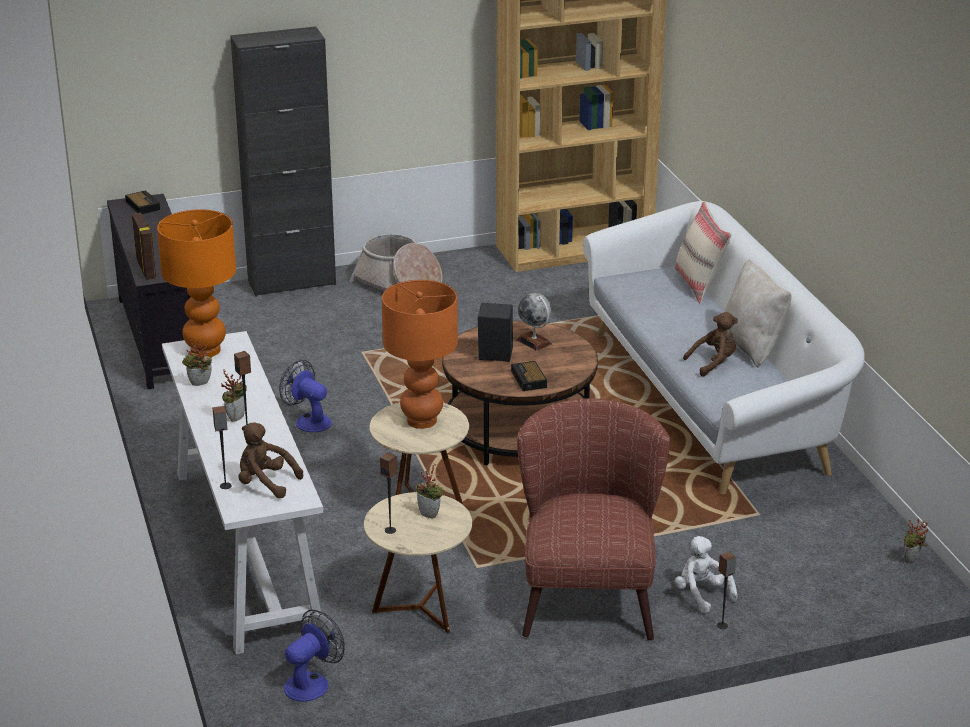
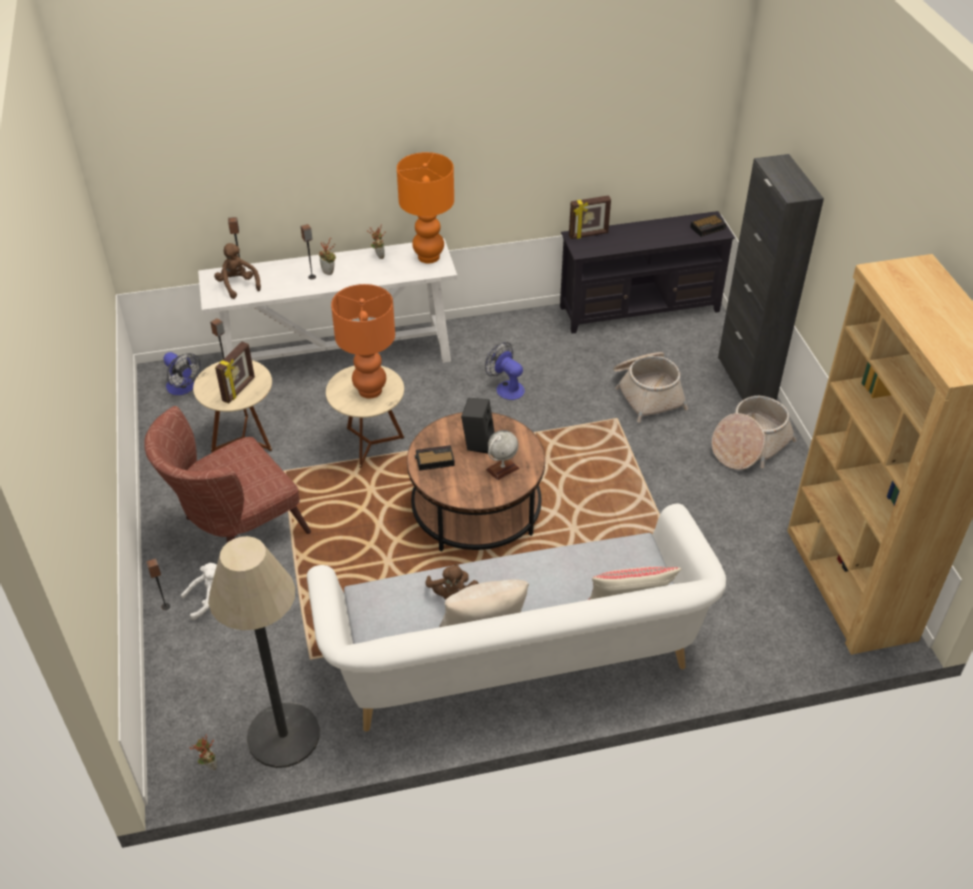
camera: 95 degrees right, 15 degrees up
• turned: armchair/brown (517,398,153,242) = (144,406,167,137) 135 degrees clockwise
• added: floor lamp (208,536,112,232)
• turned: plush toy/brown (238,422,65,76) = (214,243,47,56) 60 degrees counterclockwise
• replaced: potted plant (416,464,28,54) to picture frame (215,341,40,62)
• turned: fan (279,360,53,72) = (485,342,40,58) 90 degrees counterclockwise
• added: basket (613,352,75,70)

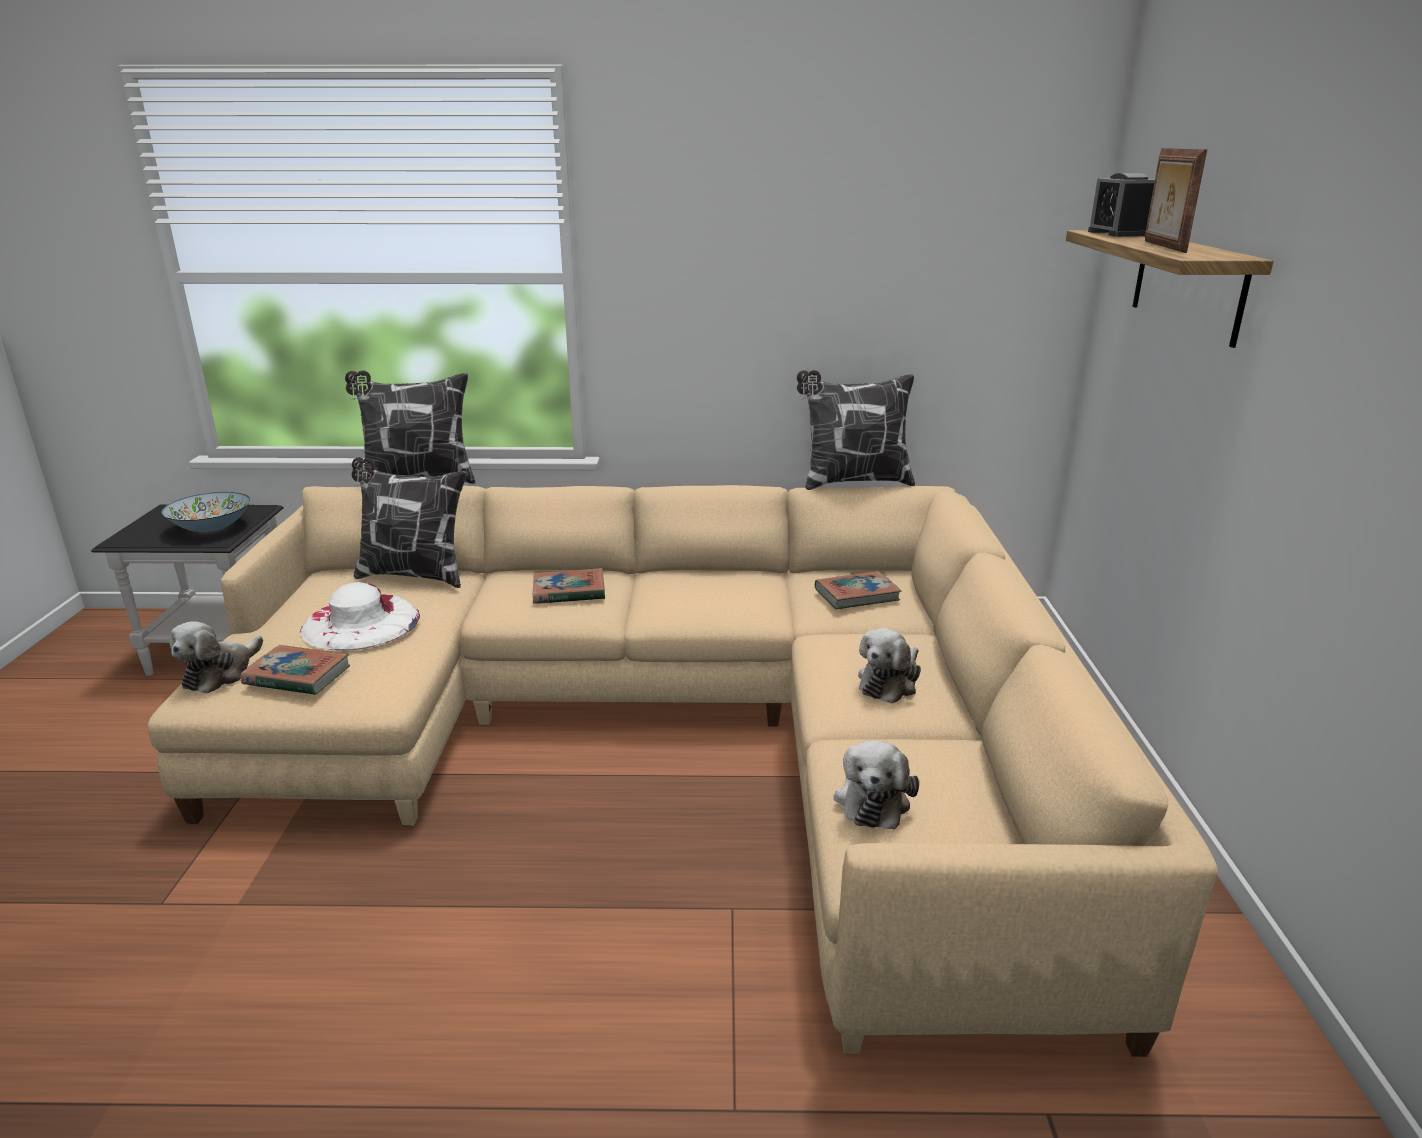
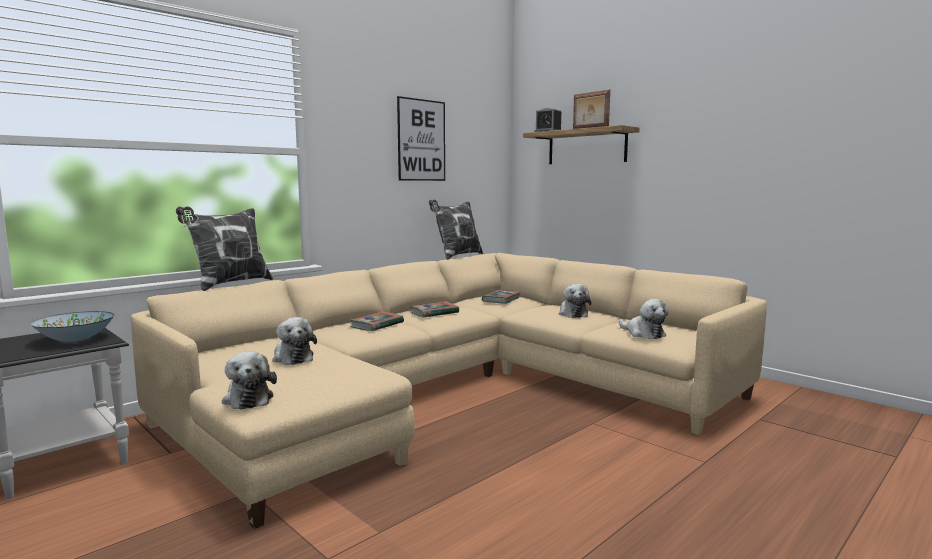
camera: 45 degrees left, 15 degrees down
• replaced: hat/white (300,582,120,68) to plush toy (272,317,45,48)
• added: picture (397,96,48,85)
• moved: book (241,645,109,50) to (411,301,48,16)
• removed: pillow (352,457,115,131)

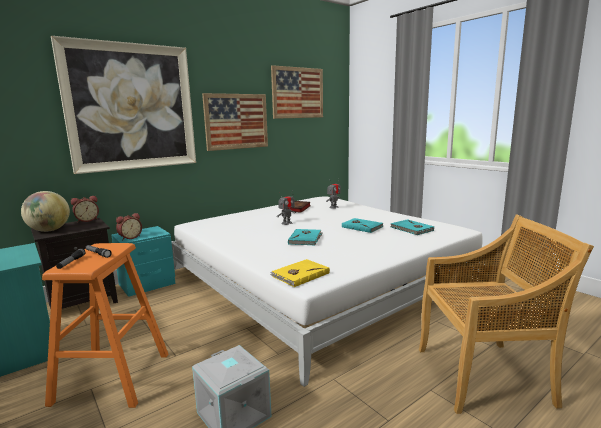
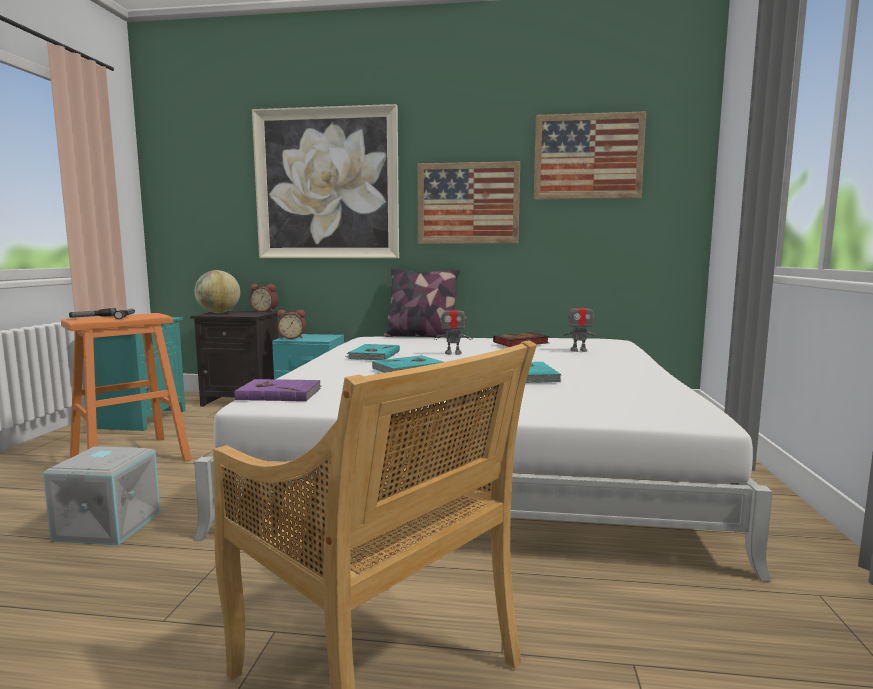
camera: 45 degrees right, 5 degrees down
• recoloured: book/yellow (270,259,60,28) to book/purple (234,379,87,22)
• moved: book/turquoise (391,219,43,16) to (345,344,55,16)
• added: pillow (384,268,76,70)

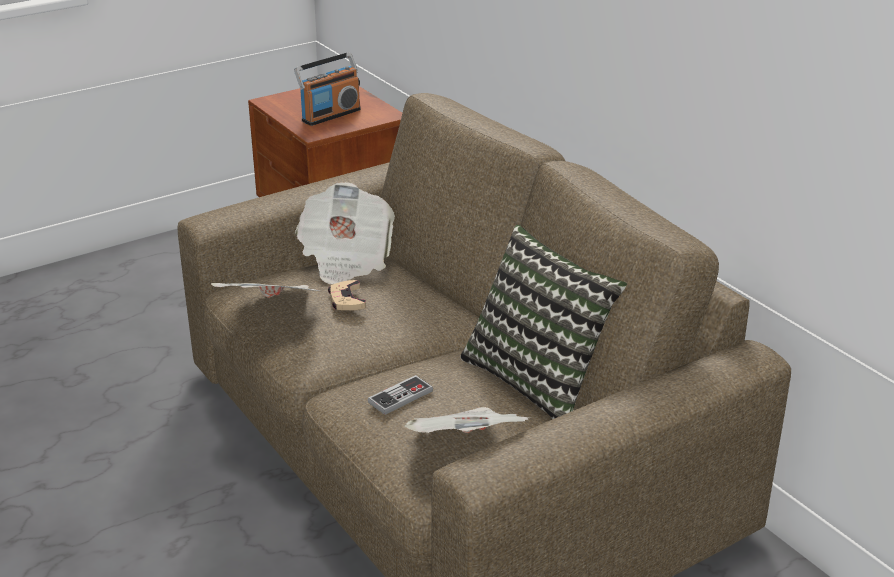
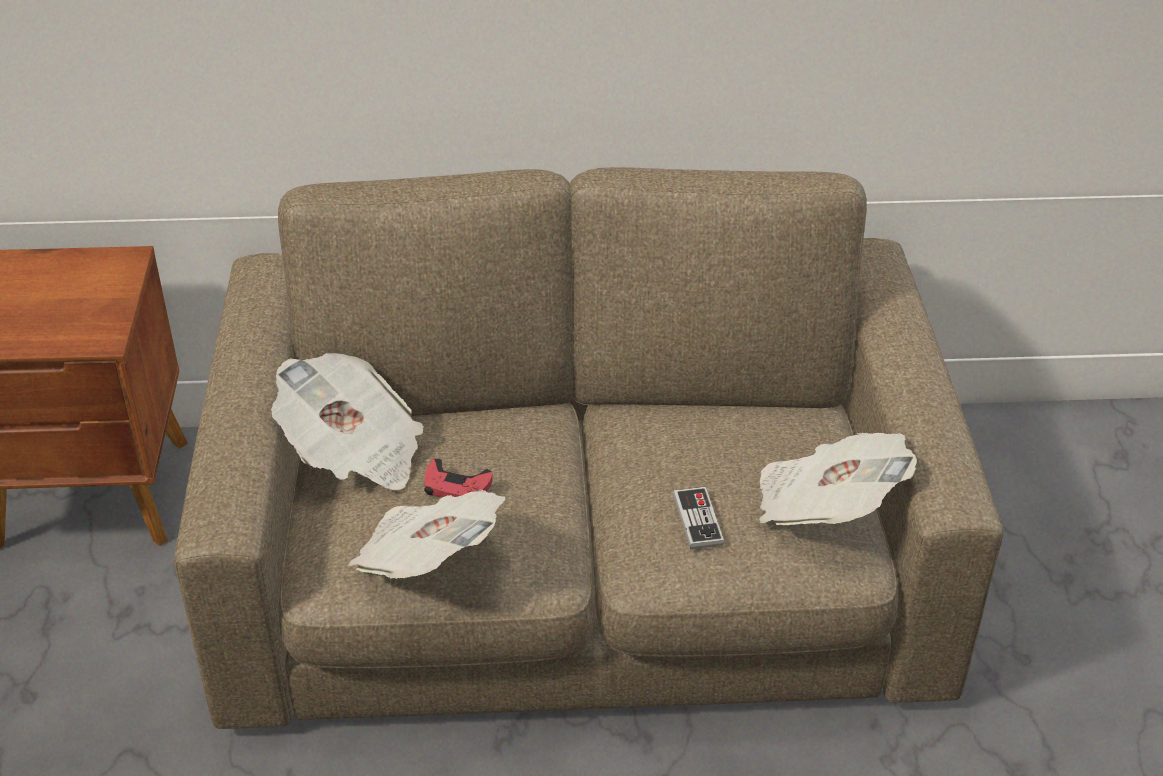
camera: 60 degrees left, 10 degrees up
• recoloured: game controller/beige (328,280,38,30) to game controller/red (424,458,68,39)
• removed: radio (294,52,67,74)
• removed: pillow (460,225,167,194)

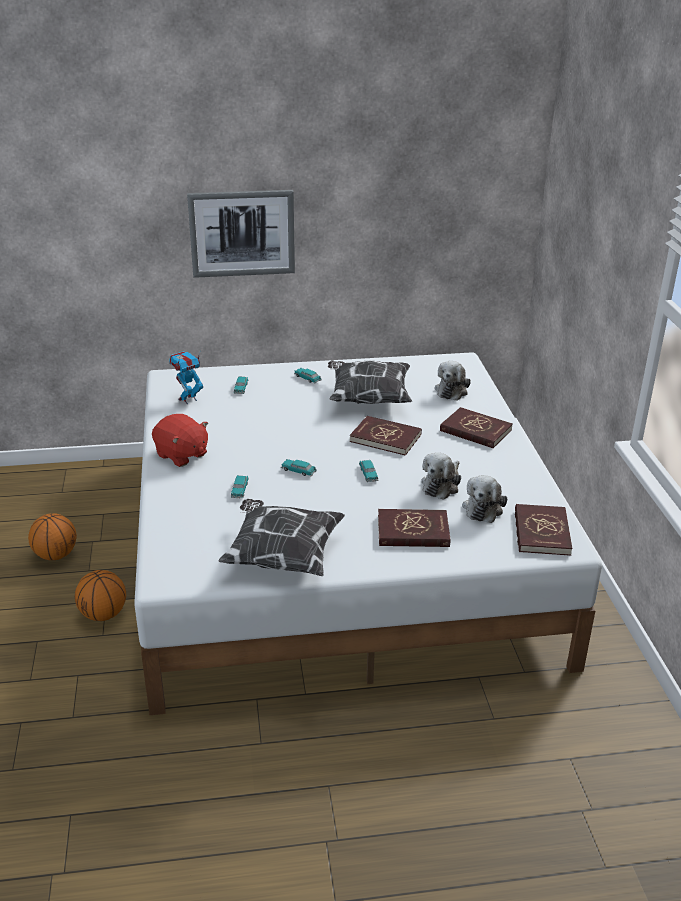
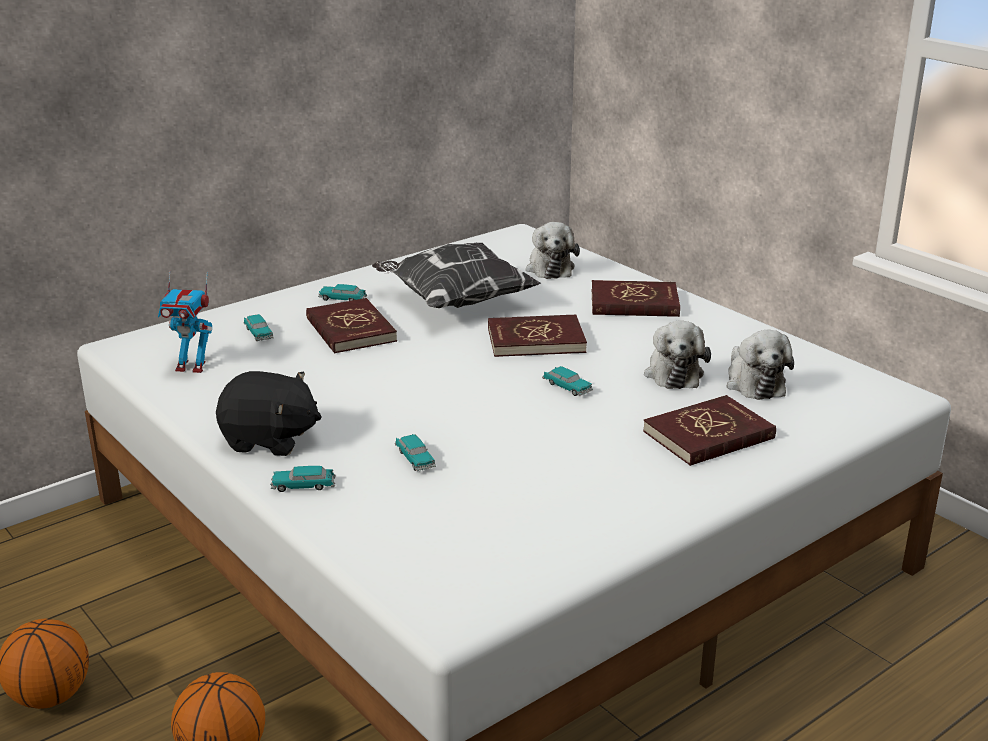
camera: 30 degrees left, 5 degrees down
• turned: toy robot (169,350,34,54) = (158,271,54,102) 105 degrees counterclockwise
• recoloured: plush toy/red (152,414,56,53) to plush toy/black (216,371,106,85)
• moved: toy car (281,459,36,17) to (270,466,66,26)
• moved: book/red (515,504,57,52) to (306,298,91,56)
• removed: picture (187,190,108,88)
• removed: pillow (218,499,127,77)

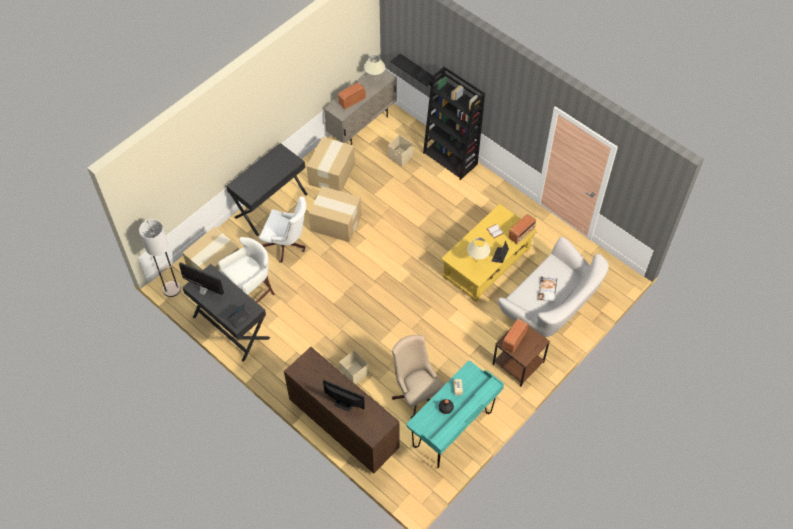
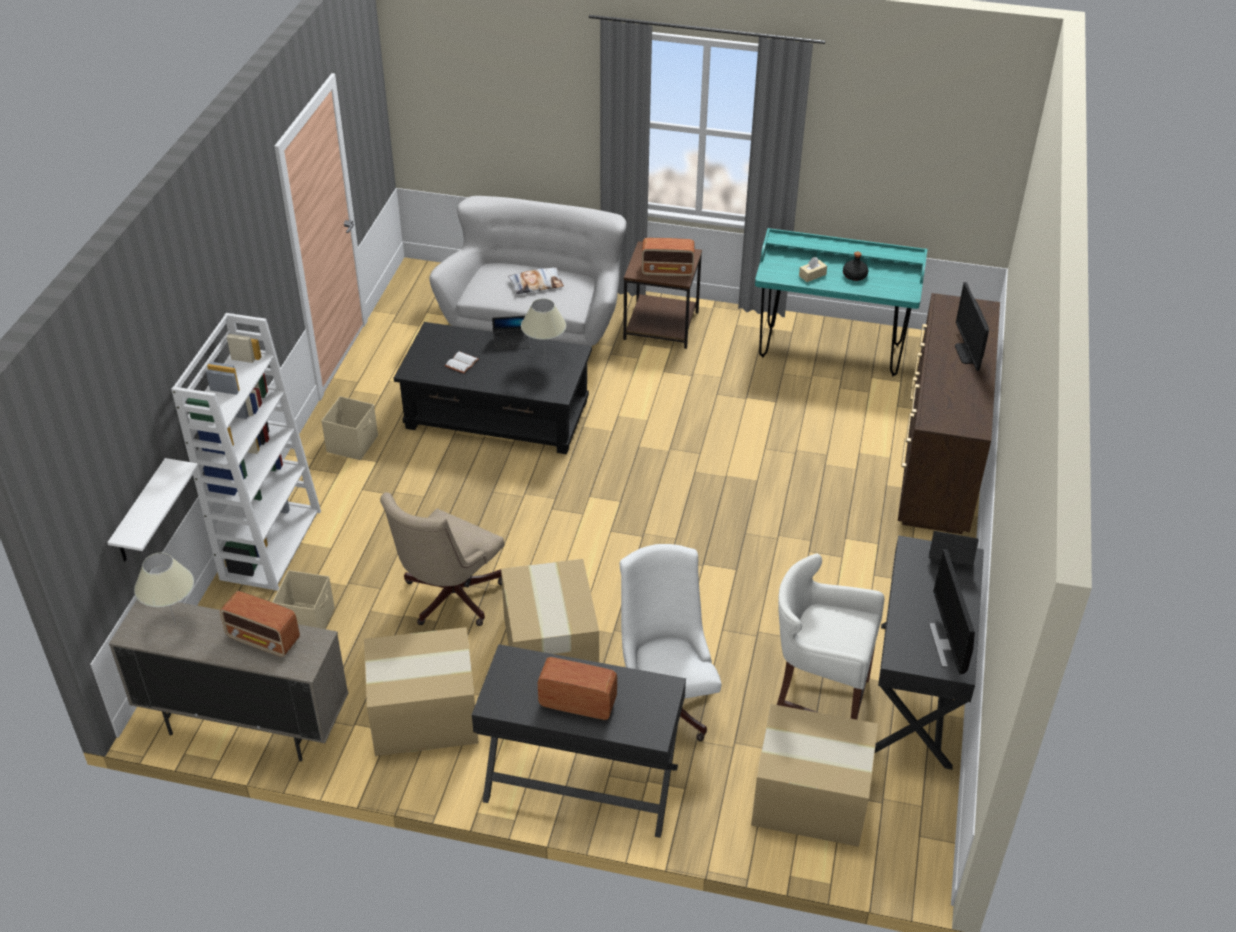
camera: 120 degrees left, 15 degrees down
• recoloured: shelf/black (391,54,45,32) to shelf/white (107,458,91,103)
• recoloured: bookcase/black (423,66,62,114) to bookcase/white (171,313,150,278)
• moved: storage box/beige (339,350,30,34) to (321,396,57,64)
• moved: office chair/beige (392,335,52,83) to (380,492,124,134)
• recoloured: coffee table/yellow (441,204,96,98) to coffee table/black (394,322,198,132)
• moved: radio (509,214,27,30) to (538,657,79,63)
• removed: floor lamp (139,219,42,78)

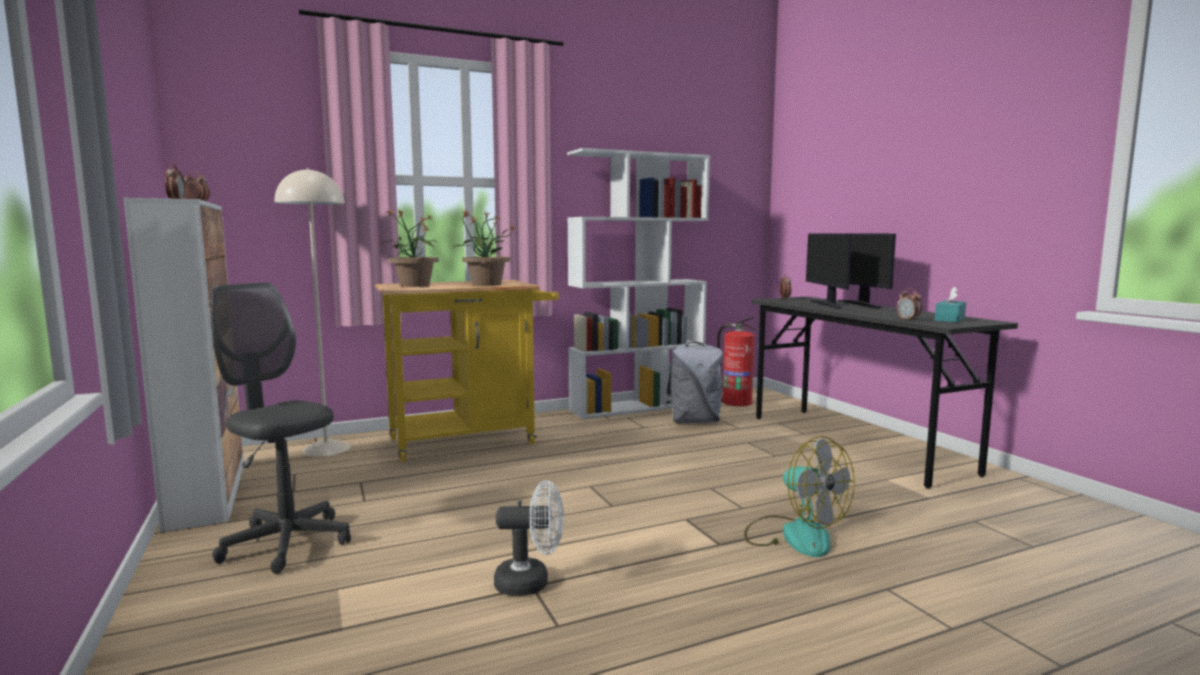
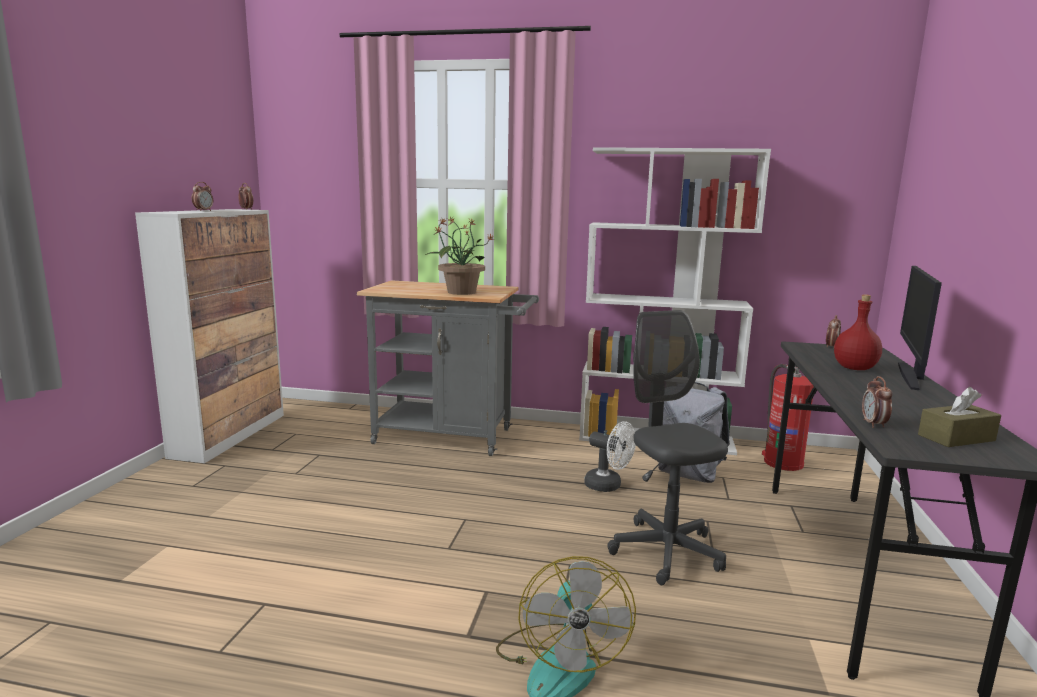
camera: 35 degrees right, 5 degrees up
• recoloured: cart/yellow (375,280,184,182) to cart/grey (357,280,182,176)
• moved: fan/white (494,480,70,116) to (584,421,52,71)
• moved: office chair/grey (211,282,140,292) to (607,310,121,275)
• replaced: monitor (806,234,46,75) to bottle/red (834,294,48,76)
• recoloured: tissue box/turquoise (935,286,31,37) to tissue box/brown (918,387,83,60)
• removed: floor lamp/beige (275,168,76,289)
• removed: potted plant (381,208,58,79)

